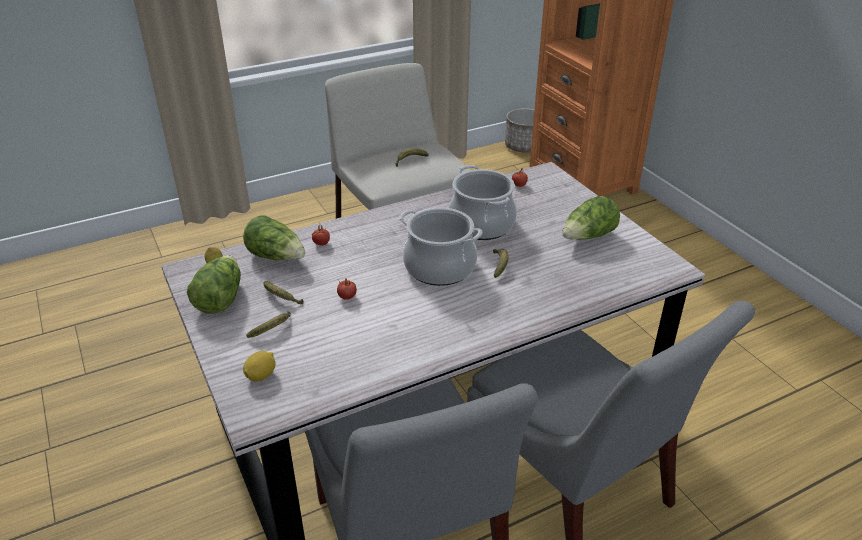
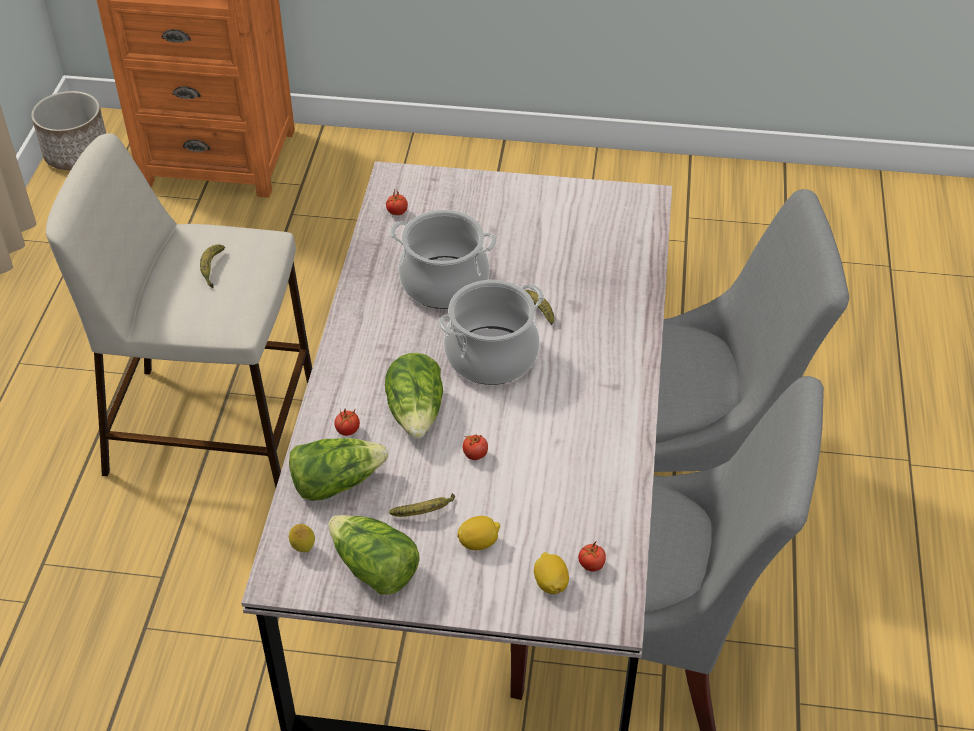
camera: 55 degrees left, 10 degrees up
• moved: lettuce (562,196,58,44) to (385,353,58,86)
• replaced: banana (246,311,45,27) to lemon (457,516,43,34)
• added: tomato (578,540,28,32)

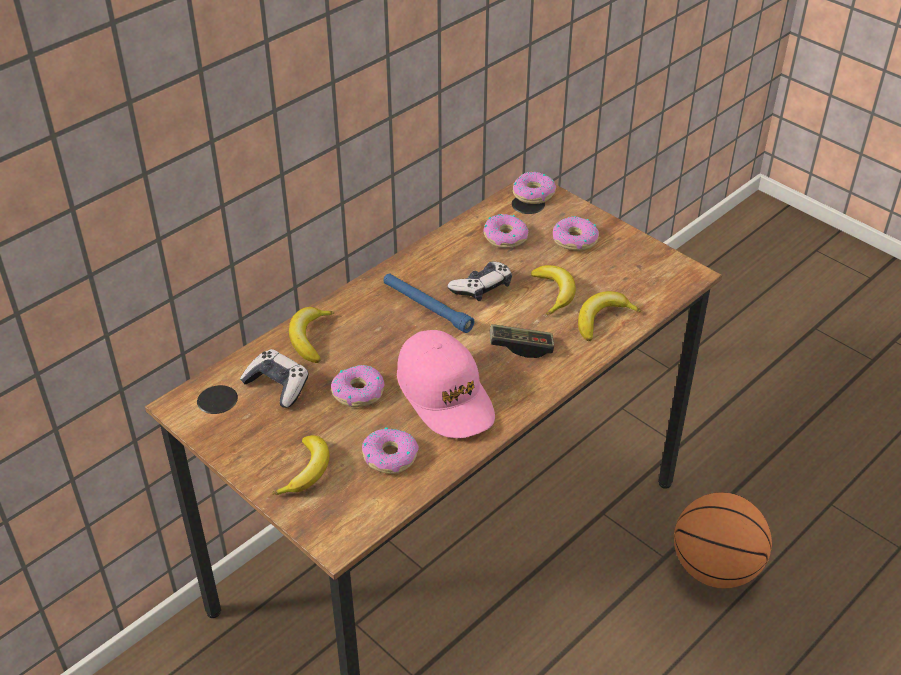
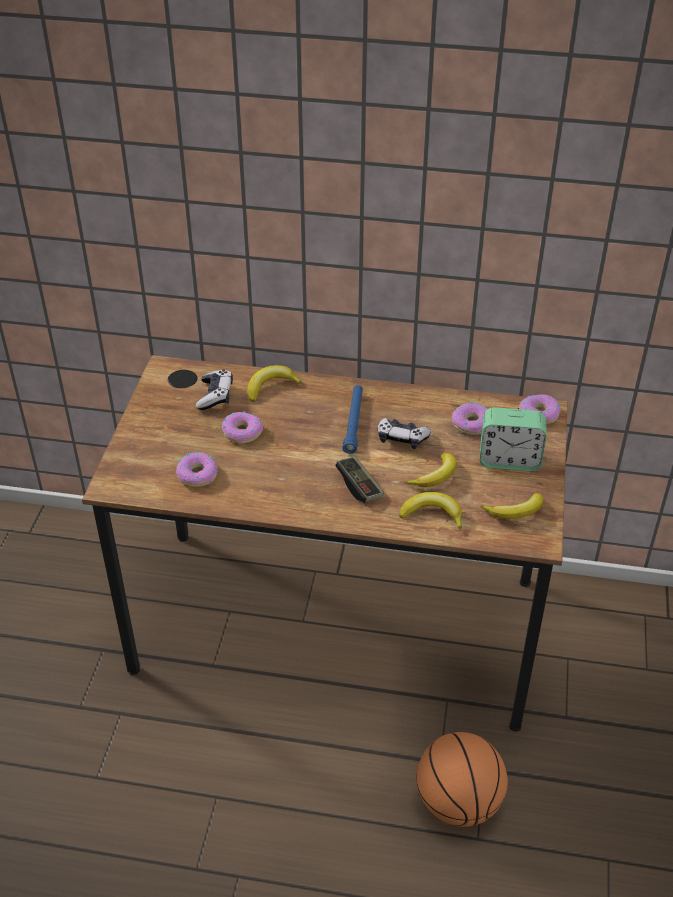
camera: 55 degrees right, 0 degrees up
• replaced: donut (553,216,46,35) to alarm clock (480,407,67,64)
• moved: banana (272,435,58,60) to (481,493,63,26)
• removed: cap/pink (397,330,98,108)

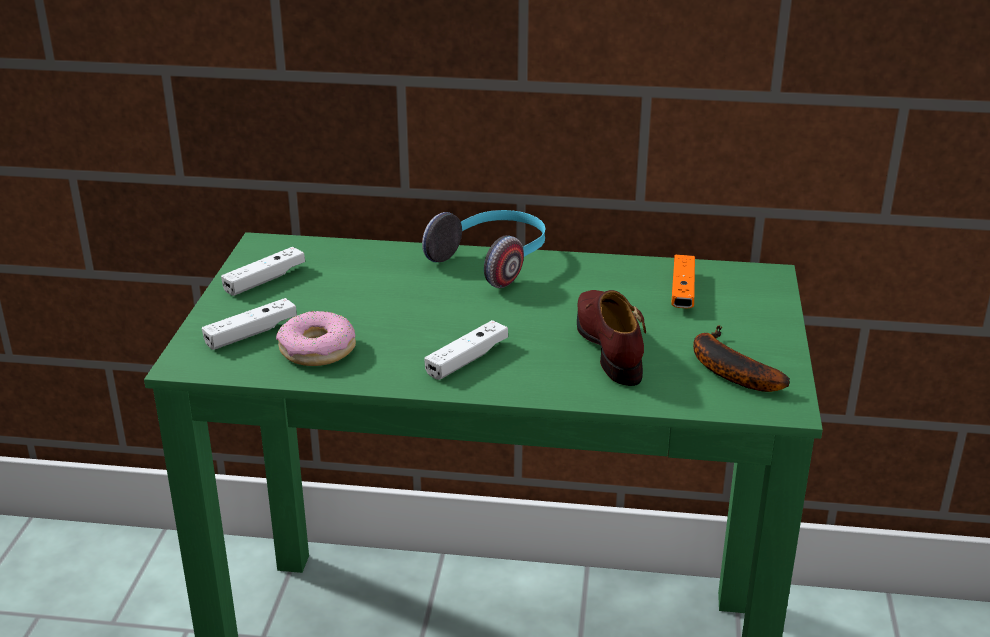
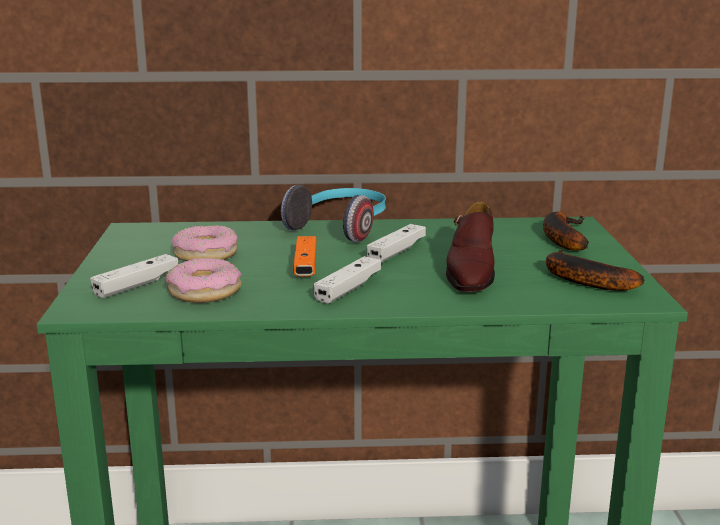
camera: 10 degrees left, 10 degrees down
• added: donut (172,225,66,36)
• moved: game controller/orange (671,255,24,53) to (293,236,23,40)
• moved: game controller/white (221,247,84,49) to (367,224,59,39)
• turned: shoe/brown (577,290,69,96) = (446,202,49,90) 150 degrees counterclockwise
• added: banana (543,212,46,38)

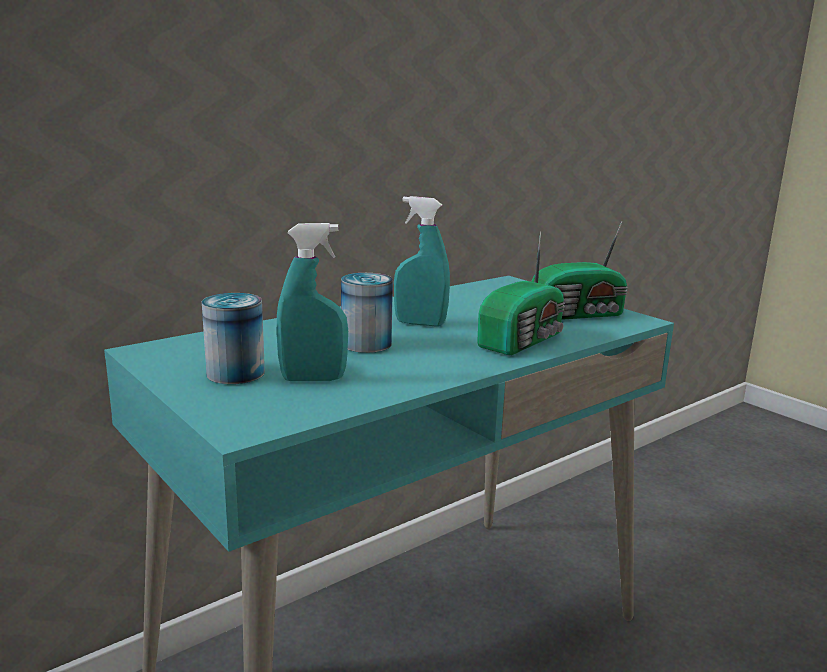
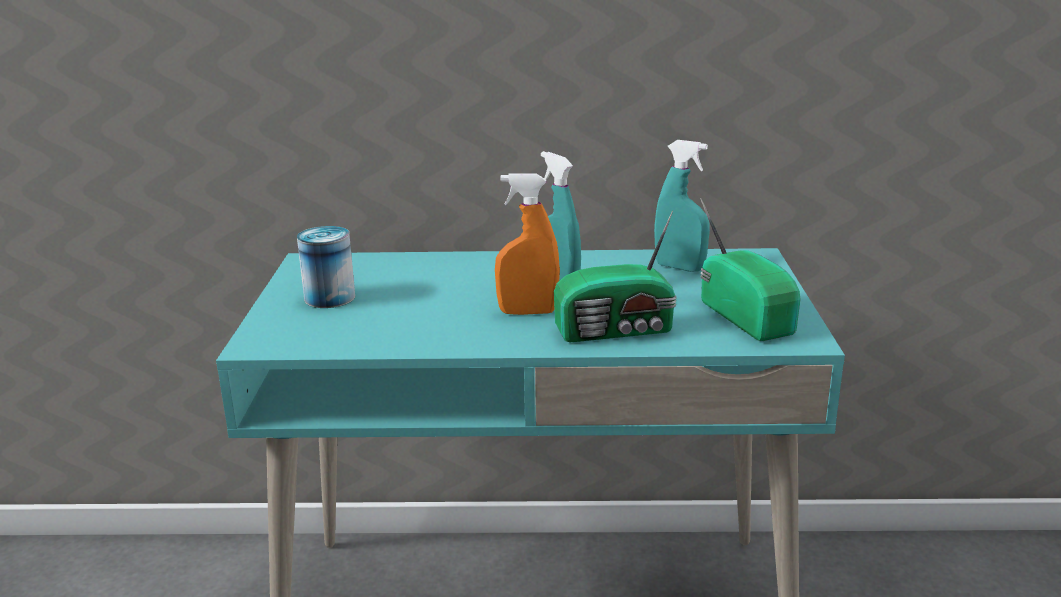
camera: 40 degrees right, 5 degrees up
• added: spray bottle/orange (495,173,65,142)
• moved: spray bottle/turquoise (277,223,71,158) to (654,140,56,132)
• turned: radio (531,222,97,98) = (700,198,101,143) 135 degrees counterclockwise
• removed: can (341,273,52,80)

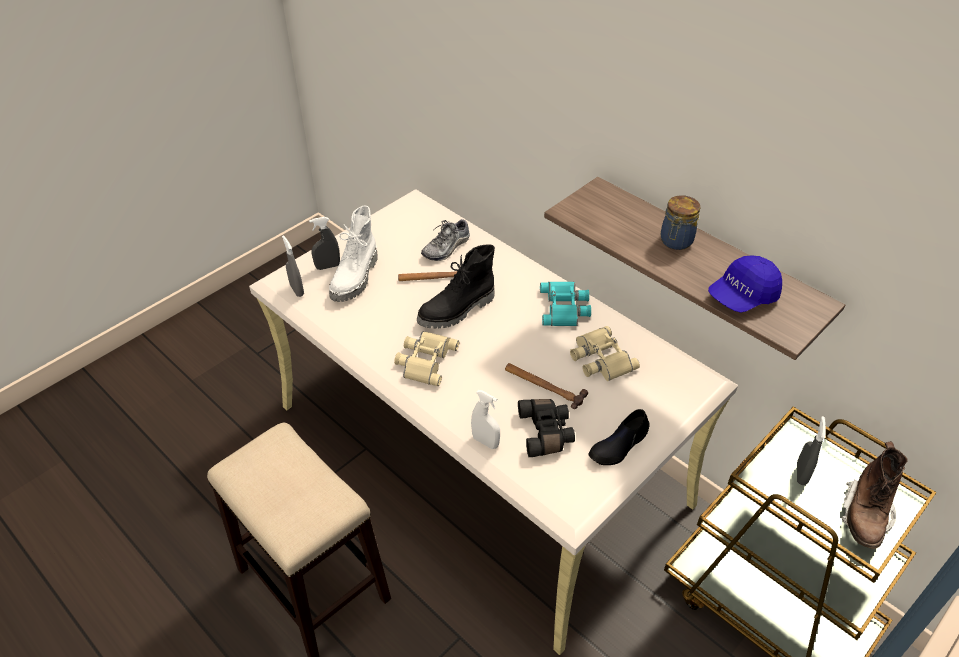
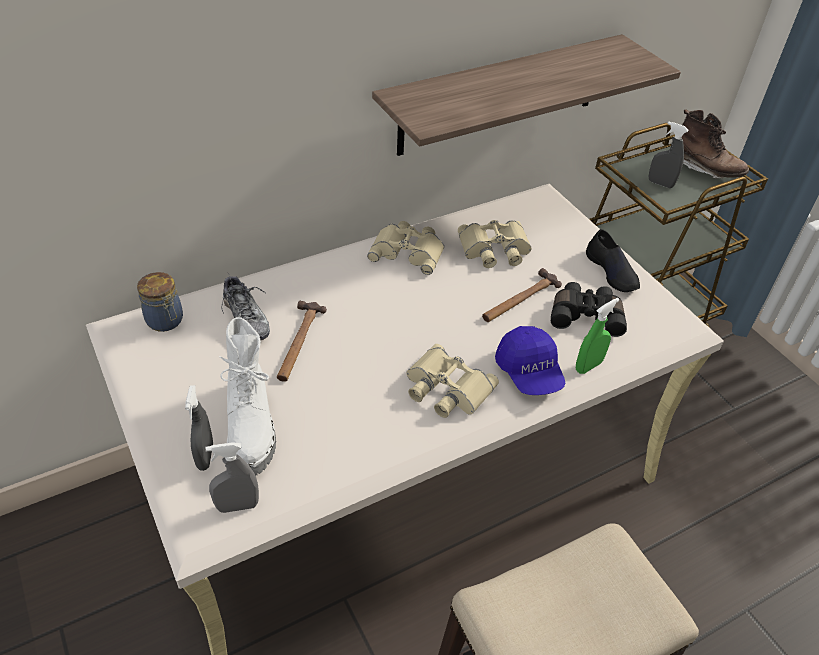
camera: 75 degrees left, 0 degrees up
• moved: jar (660,195,41,55) to (137,272,46,60)
• turned: boot/white (329,205,49,97) = (219,317,57,159) 45 degrees clockwise
• recoloured: binoculars/turquoise (540,282,51,44) to binoculars/beige (367,221,77,54)
• moved: cap/blue (708,256,74,57) to (495,326,70,69)
• recoloured: spray bottle/white (471,390,29,59) to spray bottle/green (576,298,43,76)
• removed: boot/black (417,244,78,85)

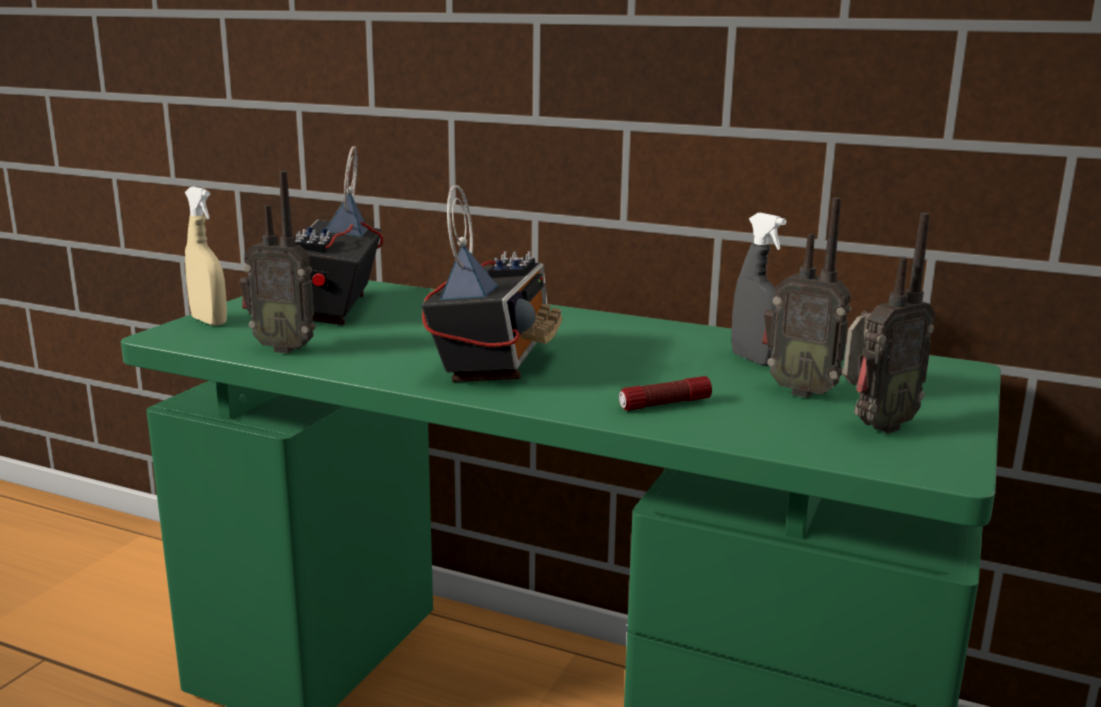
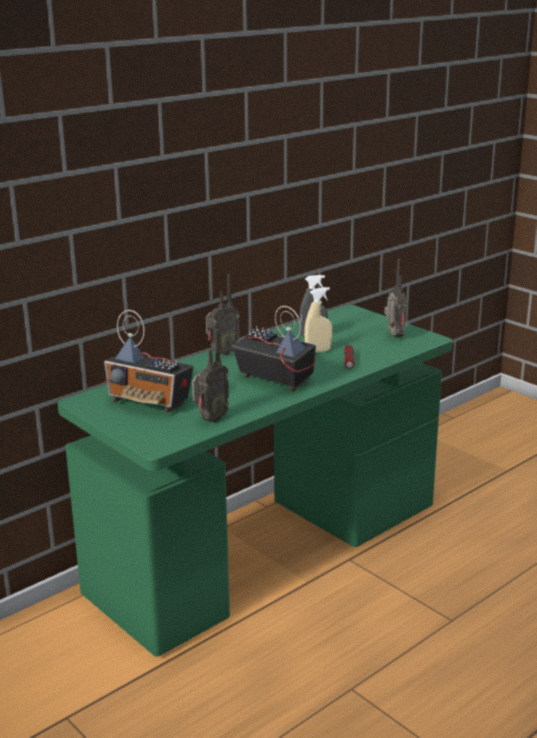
camera: 65 degrees left, 5 degrees up
• moved: radio (762,198,89,200) to (206,274,34,82)
• moved: spray bottle/beige (185,187,42,139) to (304,287,28,66)

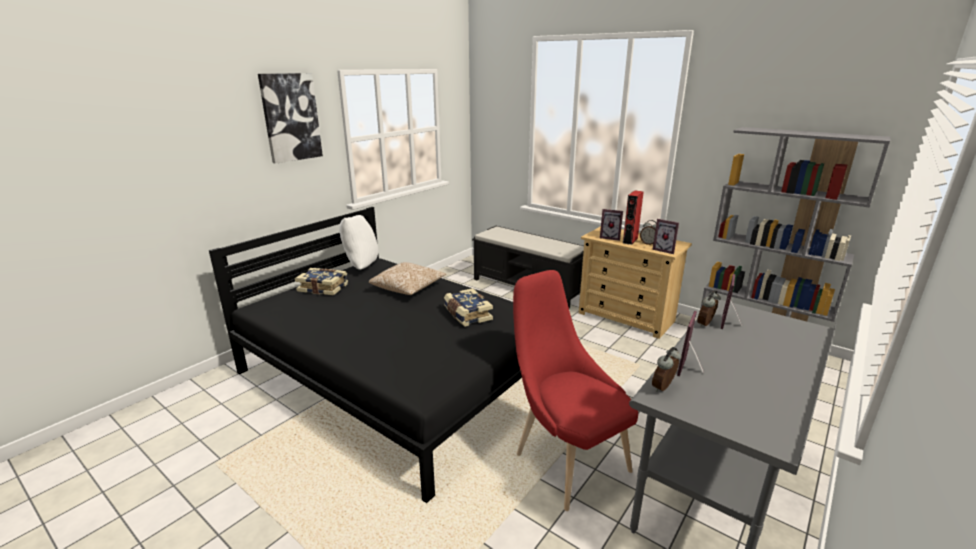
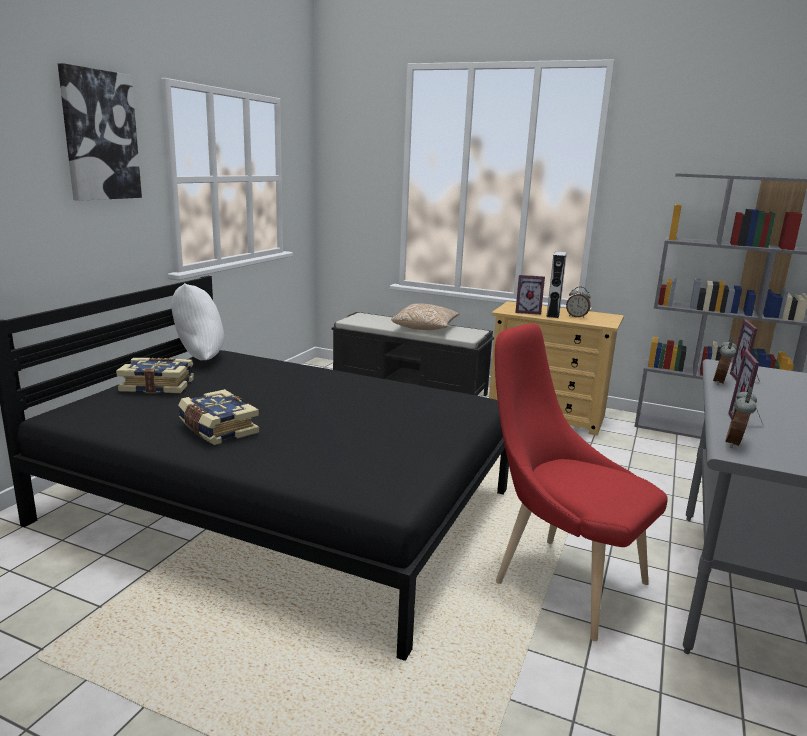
camera: 15 degrees left, 5 degrees down
• moved: book (444,288,49,39) to (178,389,81,56)
• moved: pillow (369,262,77,33) to (391,303,68,27)
• recoloured: speaker/red (623,190,21,55) to speaker/grey (546,251,21,67)
• removed: picture frame (653,219,26,35)

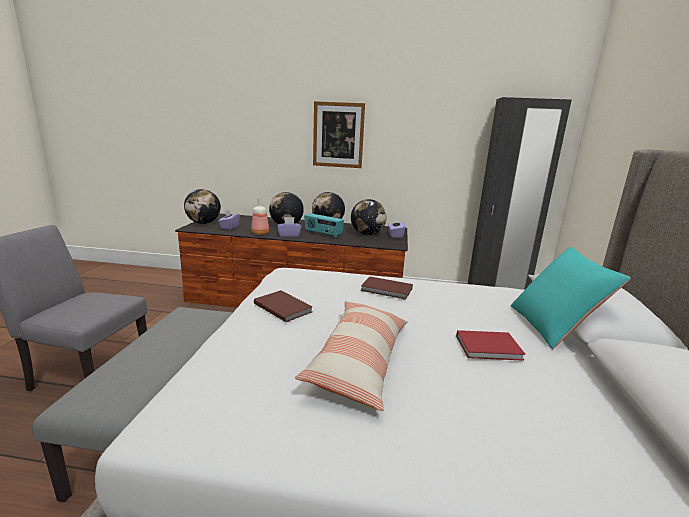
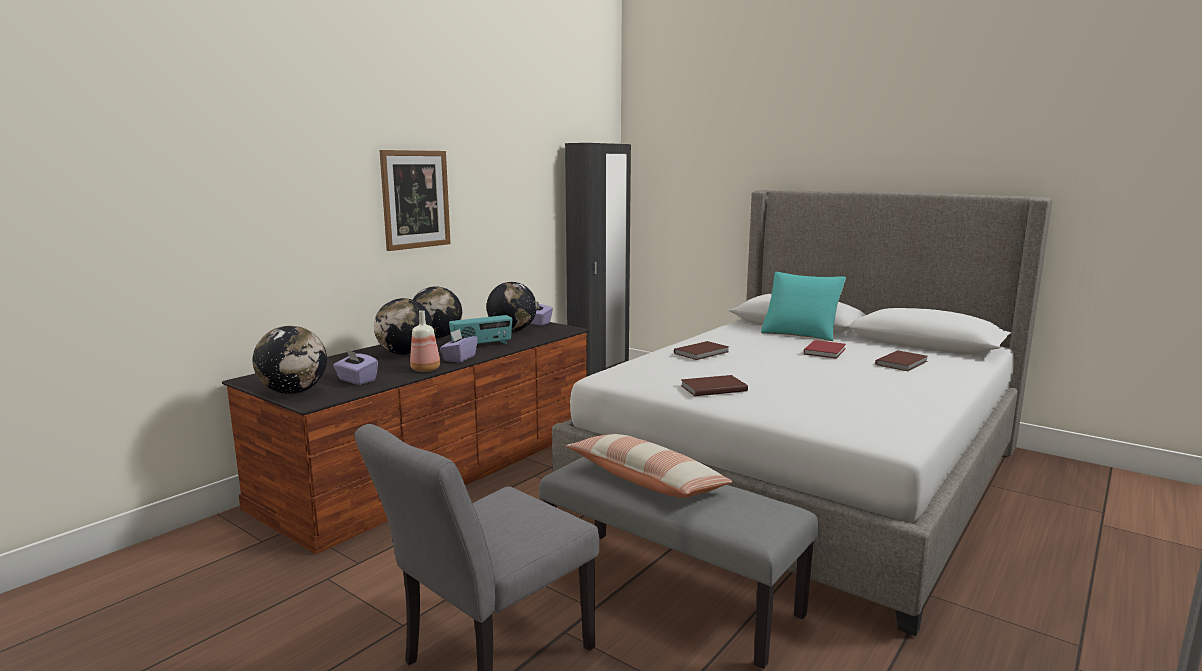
camera: 60 degrees left, 5 degrees down
• moved: pillow (295,301,112,110) to (566,434,167,64)
• added: book/brown (875,350,53,21)

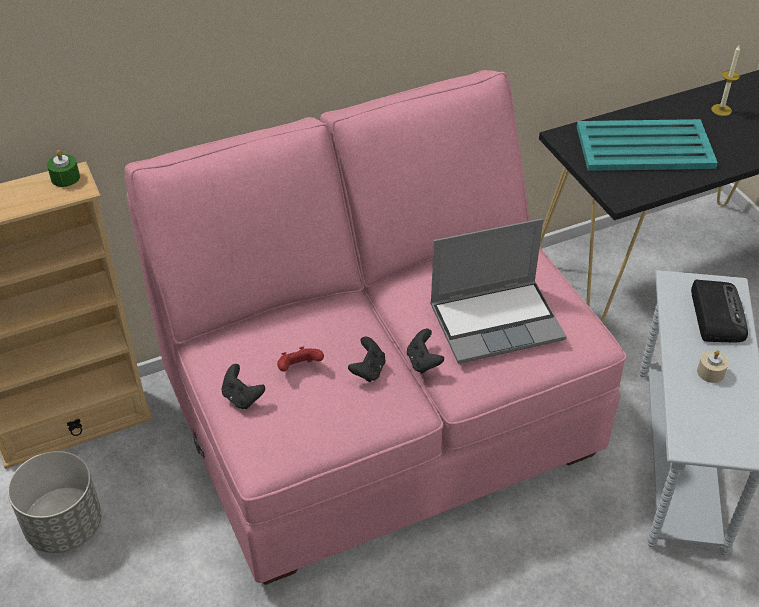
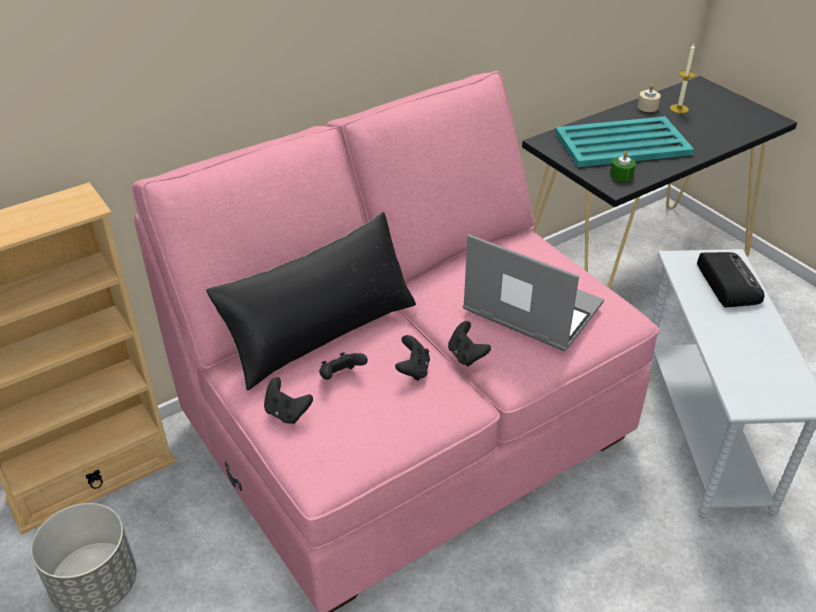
camera: 10 degrees left, 5 degrees down
• added: pillow/black (206,212,210,179)
• recoloured: game controller/red (277,346,47,26) to game controller/black (319,352,49,28)
• turned: laptop (430,218,137,146) = (463,234,141,117) 120 degrees counterclockwise
• moved: candle/green (47,150,33,37) to (610,151,26,31)
• moved: candle/beige (697,350,32,33) to (637,84,24,28)

